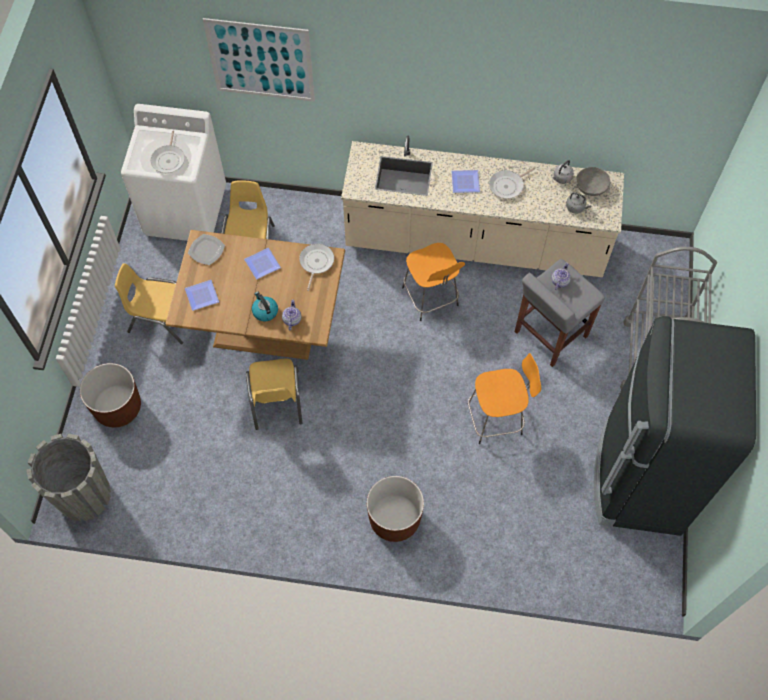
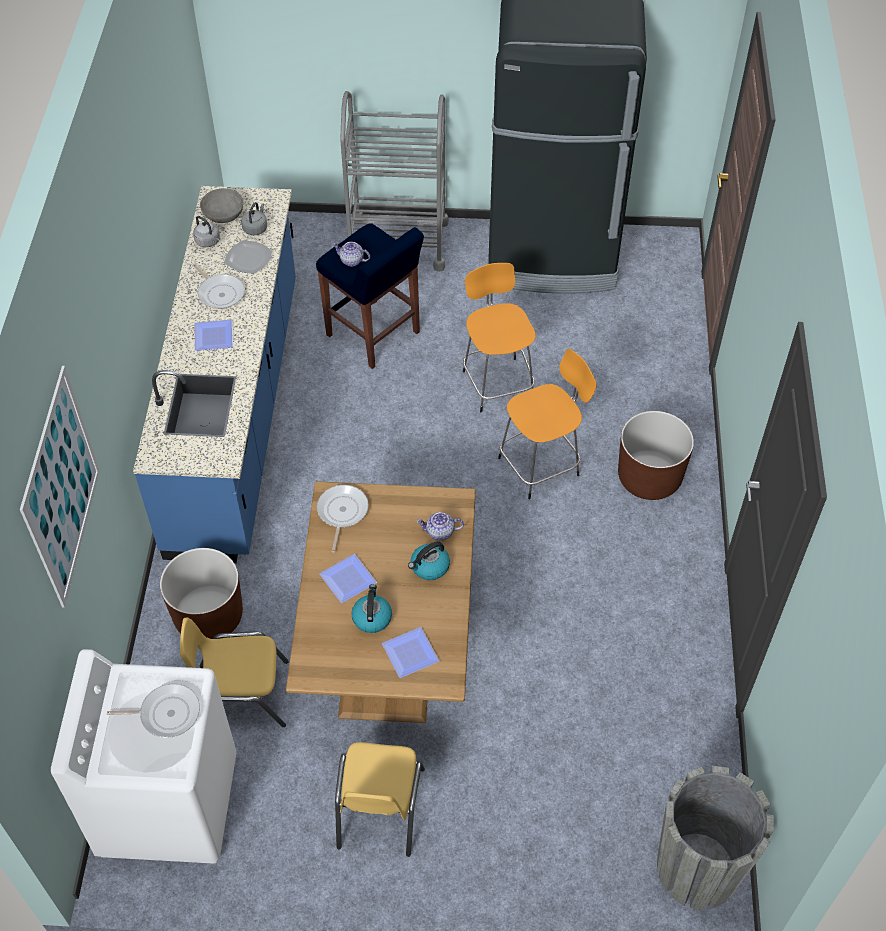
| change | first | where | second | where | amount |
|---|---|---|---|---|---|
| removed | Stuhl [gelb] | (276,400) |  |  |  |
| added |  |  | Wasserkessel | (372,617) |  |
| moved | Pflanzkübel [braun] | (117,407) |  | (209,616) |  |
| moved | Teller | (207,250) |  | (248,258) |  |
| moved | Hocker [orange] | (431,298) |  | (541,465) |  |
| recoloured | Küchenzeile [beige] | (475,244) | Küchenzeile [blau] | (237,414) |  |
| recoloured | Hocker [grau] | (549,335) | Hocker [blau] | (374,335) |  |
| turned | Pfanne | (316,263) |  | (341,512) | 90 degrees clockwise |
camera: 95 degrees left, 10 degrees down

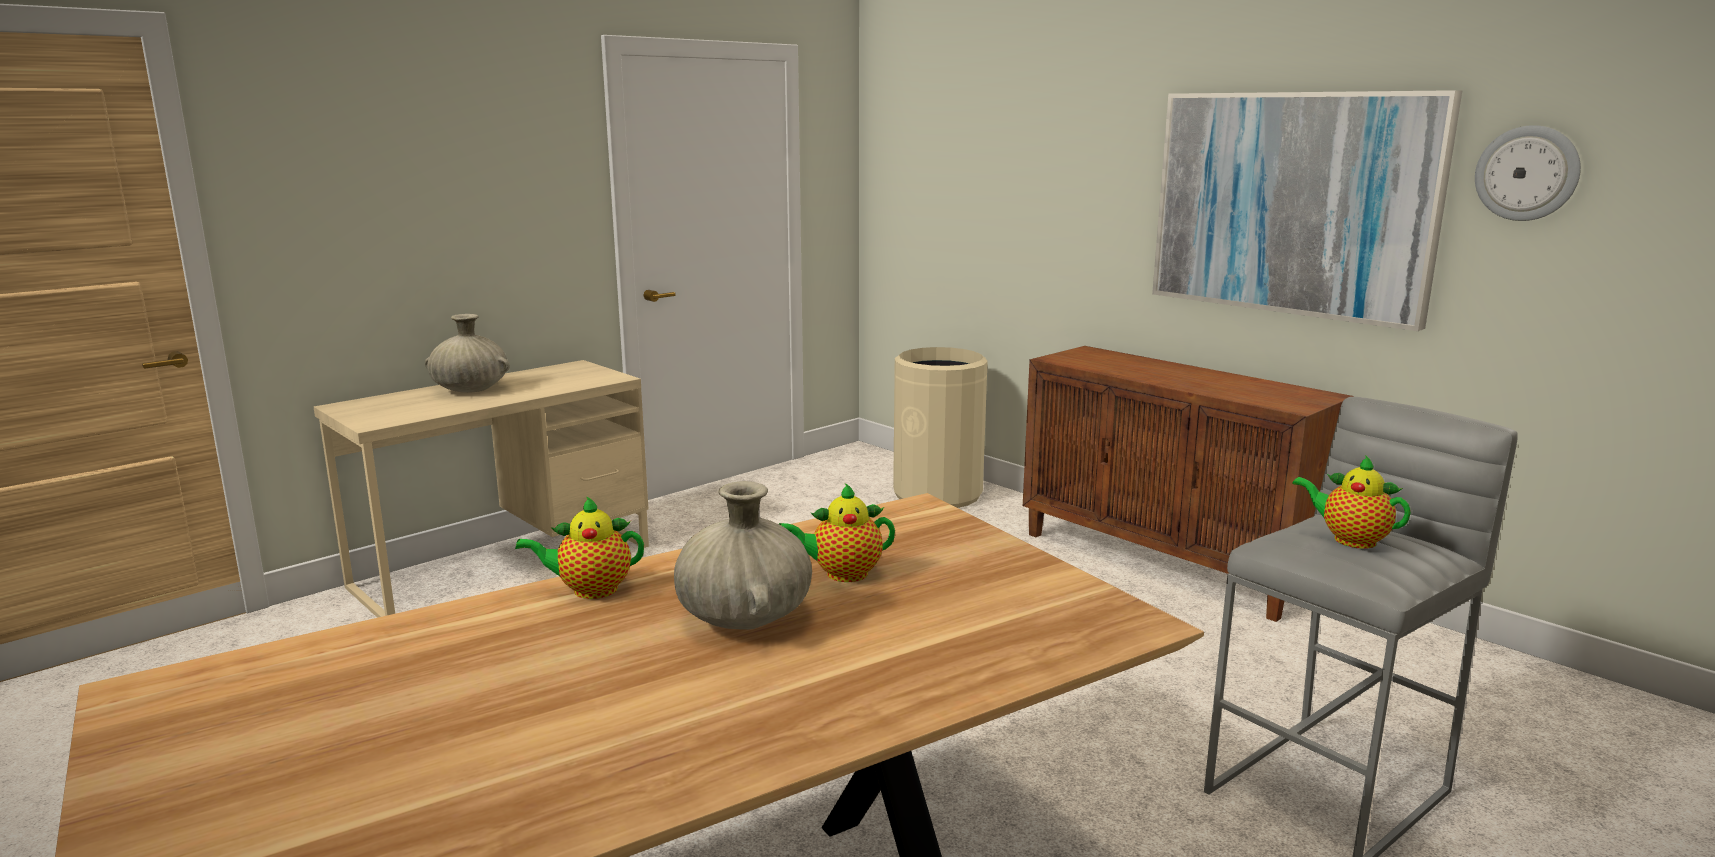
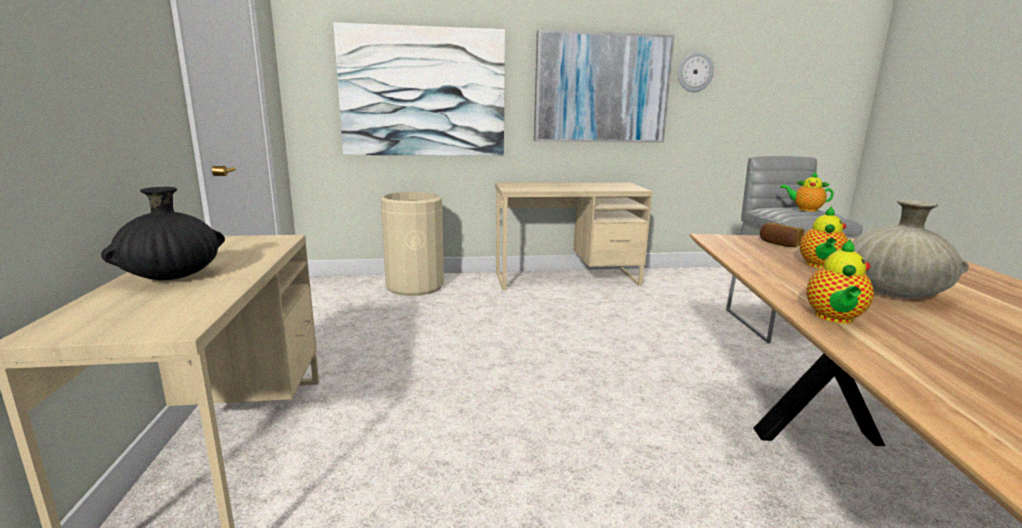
| change | first | where | second | where | amount |
|---|---|---|---|---|---|
| added |  |  | Bild | (423,93) |  |
| added |  |  | Brot | (779,244) |  |
| replaced | Schrank [braun] | (1166,562) | Schreibtisch [beige] | (566,278) |  |
| recoloured | Vase [beige] | (470,390) | Vase [schwarz] | (172,276) |  |
| turned | Teekanne | (1349,539) |  | (805,209) | 45 degrees clockwise |
camera: 55 degrees left, 0 degrees up

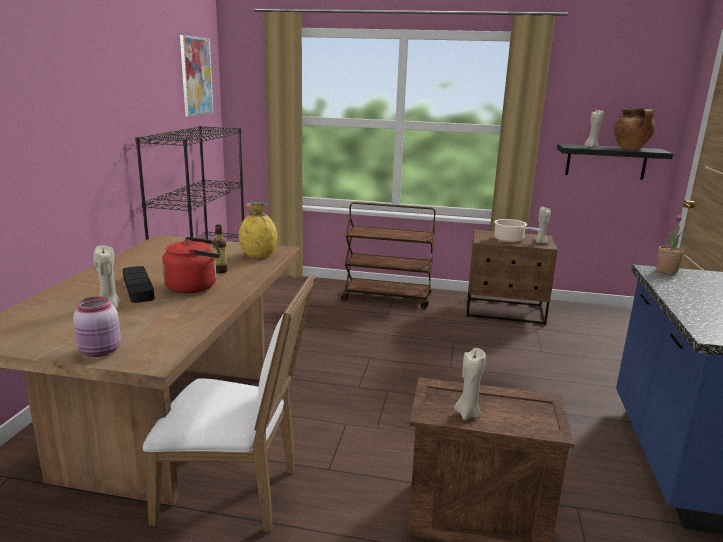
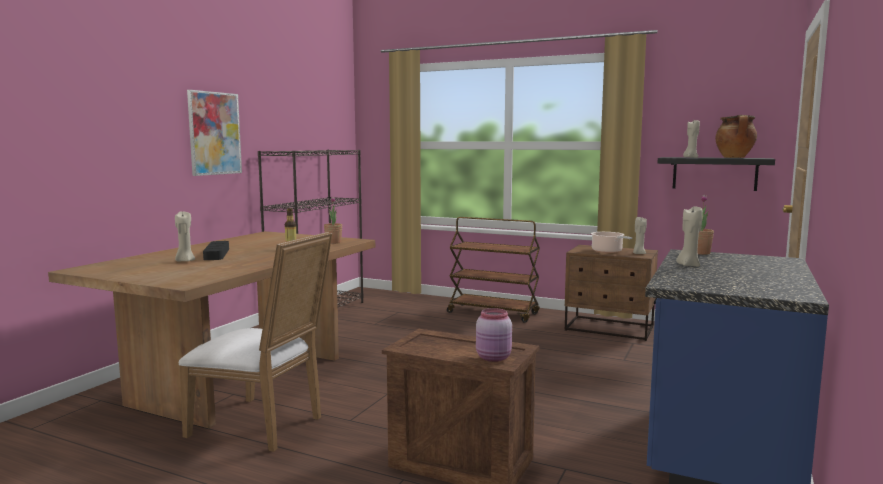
| change | first | where | second | where | amount |
|---|---|---|---|---|---|
| removed | Wasserkessel [rot] | (195,286) |  |  |  |
| moved | Vorratsglas [rosa] | (101,351) |  | (494,358) |  |
| moved | Bild | (196,76) |  | (214,133) |  |
| moved | Kerze [beige] | (467,413) |  | (688,265) |  |
| replaced | Vase [gelb] | (259,255) | Topfpflanze | (333,242) |  |
camera: 15 degrees right, 10 degrees down

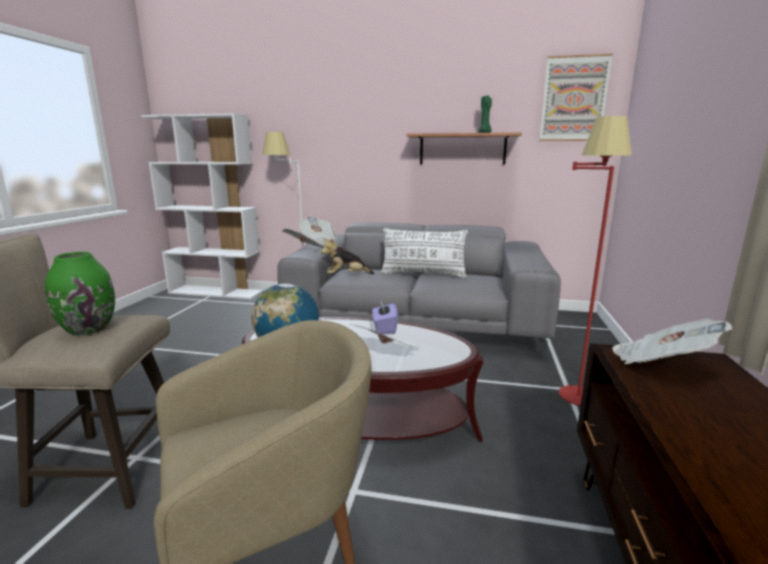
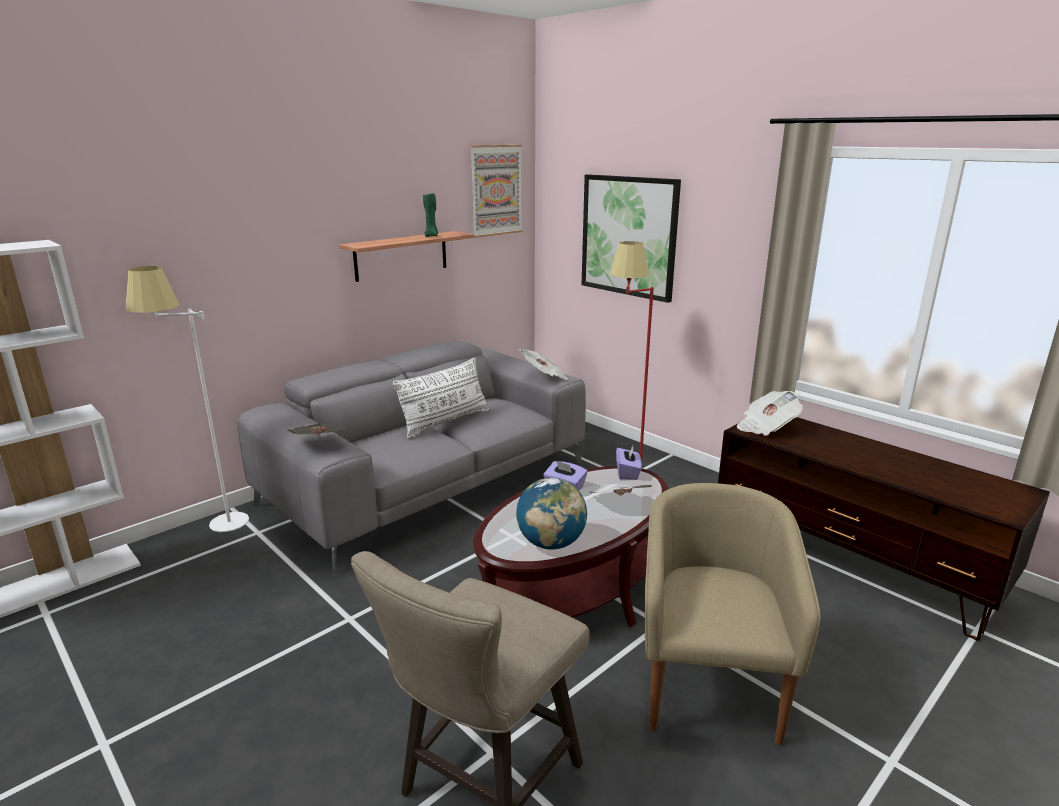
| change | first | where | second | where | amount |
|---|---|---|---|---|---|
| removed | Vase [grün] | (89,329) |  |  |  |
| removed | Plüschtier | (346,276) |  |  |  |
| added |  |  | Bild | (628,236) |  |
| added |  |  | Taschentuchbox [lila] | (627,473) |  |
| moved | Zeitung | (318,240) |  | (544,376) |  |
camera: 55 degrees left, 5 degrees up

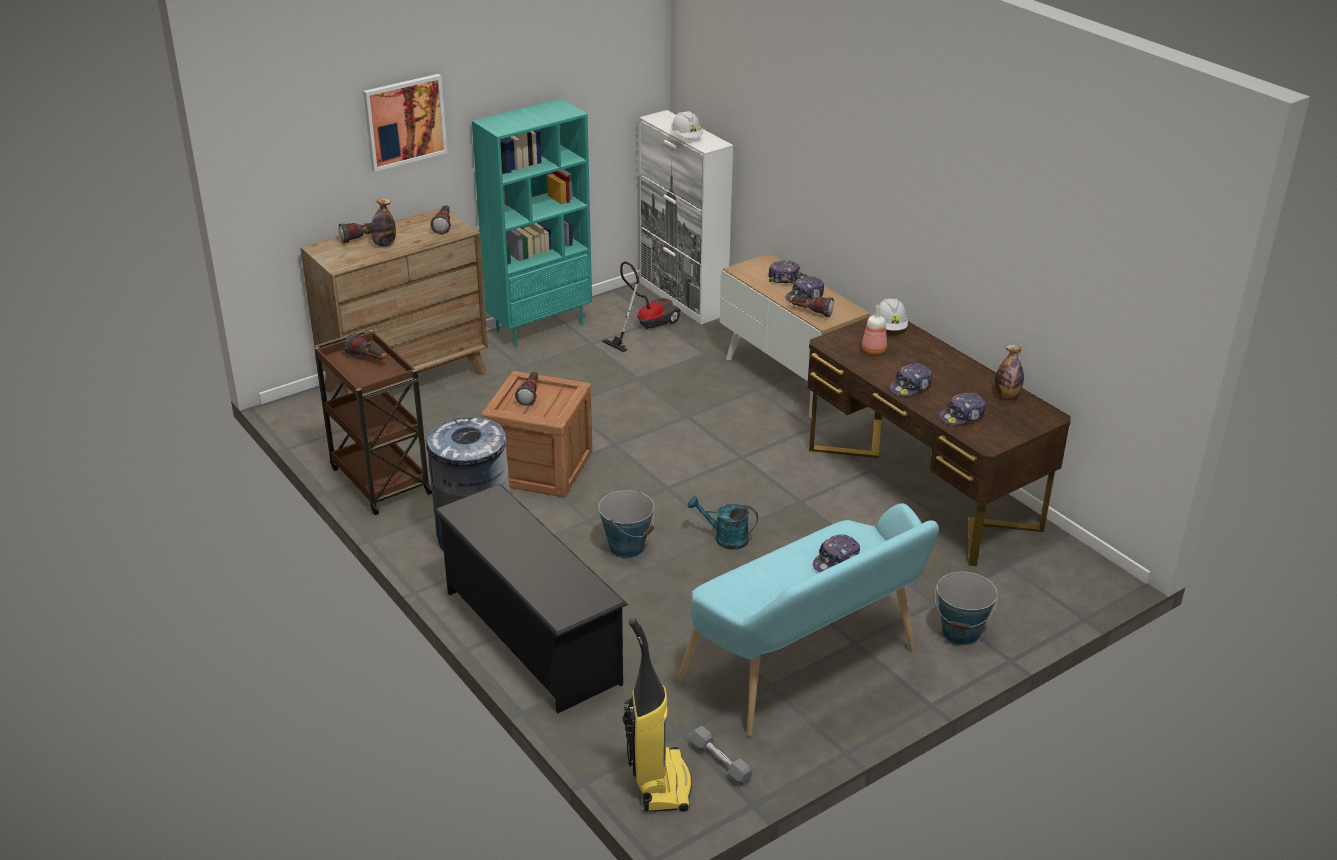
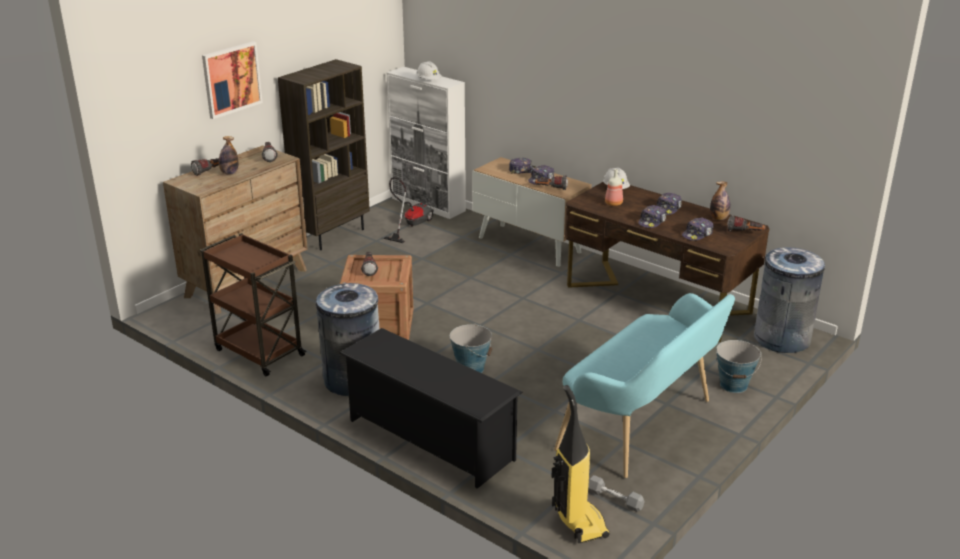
| change | first | where | second | where | amount |
|---|---|---|---|---|---|
| removed | Gießkanne [türkis] | (725,538) |  |  |  |
| added |  |  | Mülleimer [grau] | (781,338) |  |
| moved | Taschenlampe | (368,359) |  | (745,233) |  |
| moved | Kappe | (836,562) |  | (668,209) |  |
| recoloured | Bücherregal [türkis] | (540,327) | Bücherregal [braun] | (332,235) |  |
camera: 15 degrees left, 5 degrees down

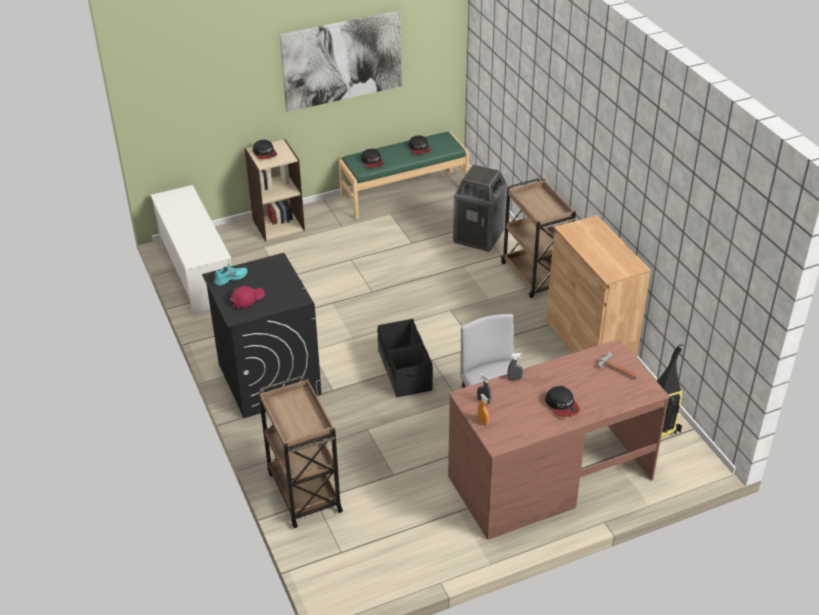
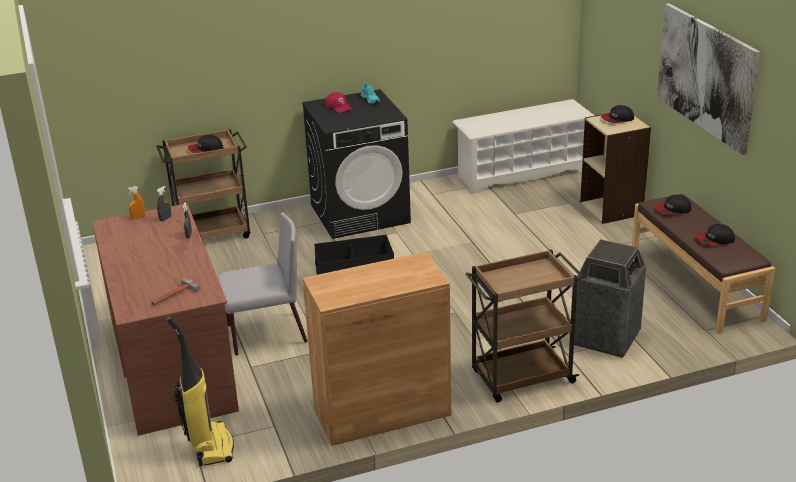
| change | first | where | second | where | amount |
|---|---|---|---|---|---|
| moved | Kappe | (562,405) |  | (205,149) |  |
| recoloured | Bank [grün] | (404,193) | Bank [braun] | (696,285) |  |
camera: 95 degrees right, 10 degrees down

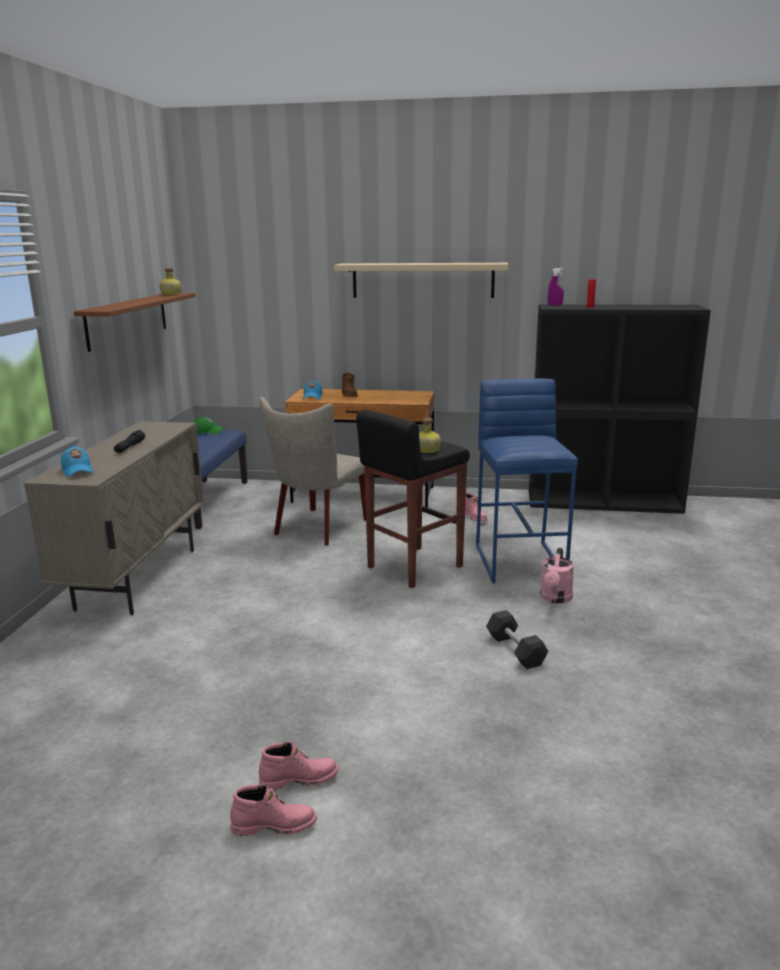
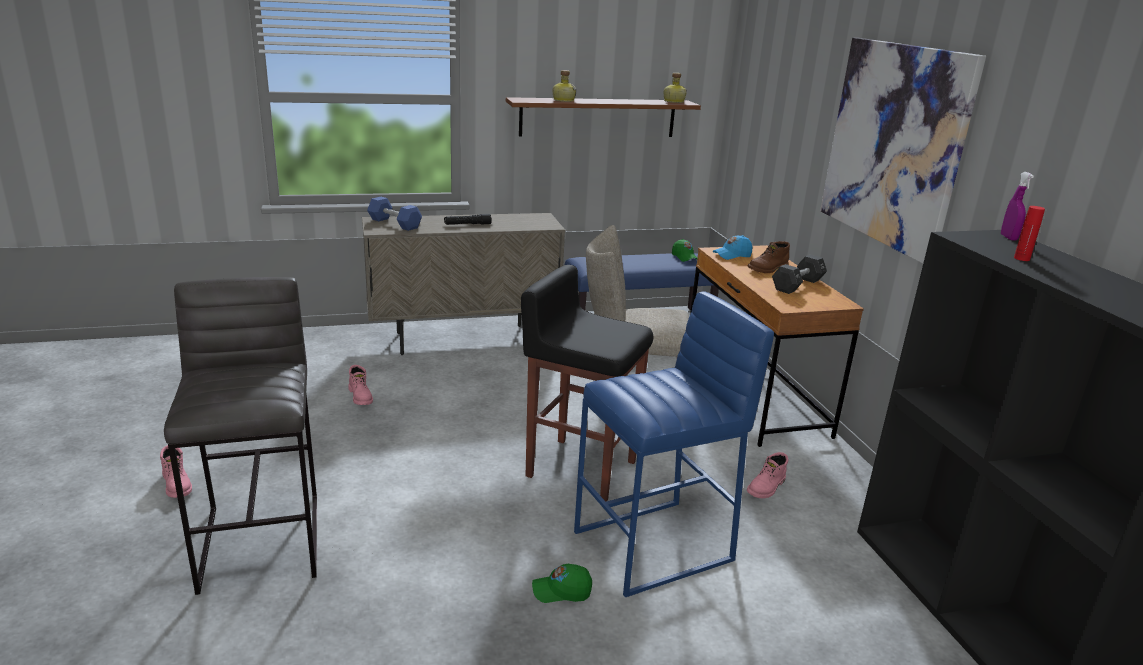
| change | first | where | second | where | amount |
|---|---|---|---|---|---|
| added |  |  | Hocker [grau] | (263,540) |  |
| moved | Stiefel [rosa] | (274,825) |  | (361,397) |  |
| moved | Flasche | (426,450) |  | (563,100) |  |
| moved | Hantel [schwarz] | (515,650) |  | (797,285) |  |
| replaced | Kappe [blau] | (77,471) | Hantel [blau] | (394,223) |  |
| replaced | Wandregal [beige] | (422,280) | Bild | (894,145) |  |
| replaced | Gießkanne [rosa] | (555,598) | Kappe [grün] | (561,591) |  |
camera: 65 degrees right, 5 degrees up

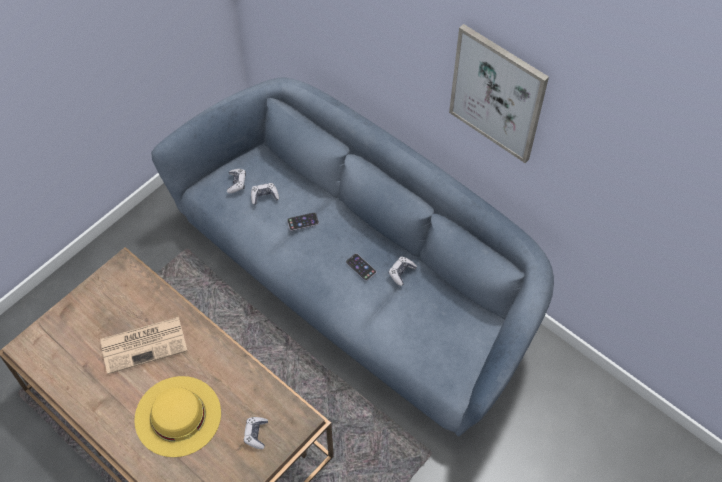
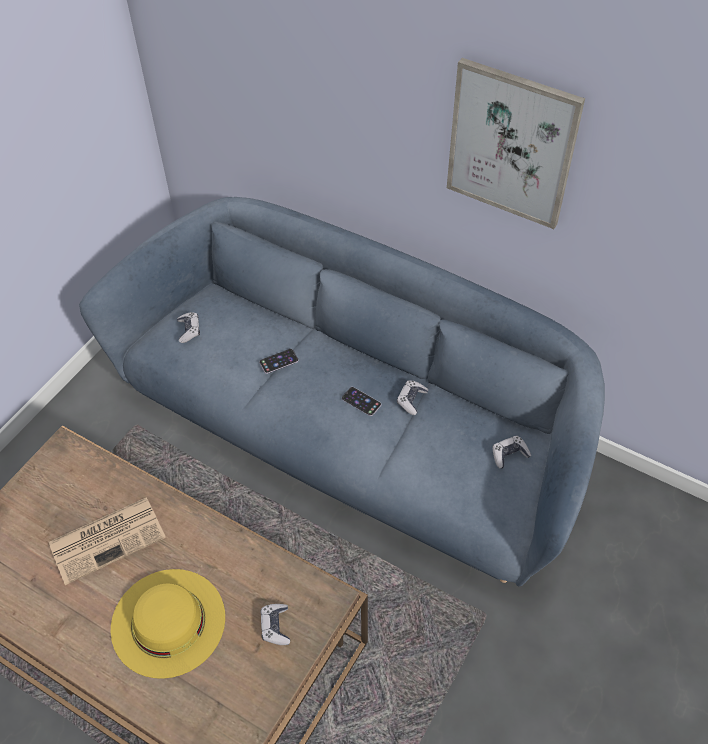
| change | first | where | second | where | amount |
|---|---|---|---|---|---|
| moved | Gamepad | (264,196) |  | (509,455) |  |
camera: 10 degrees left, 5 degrees down

